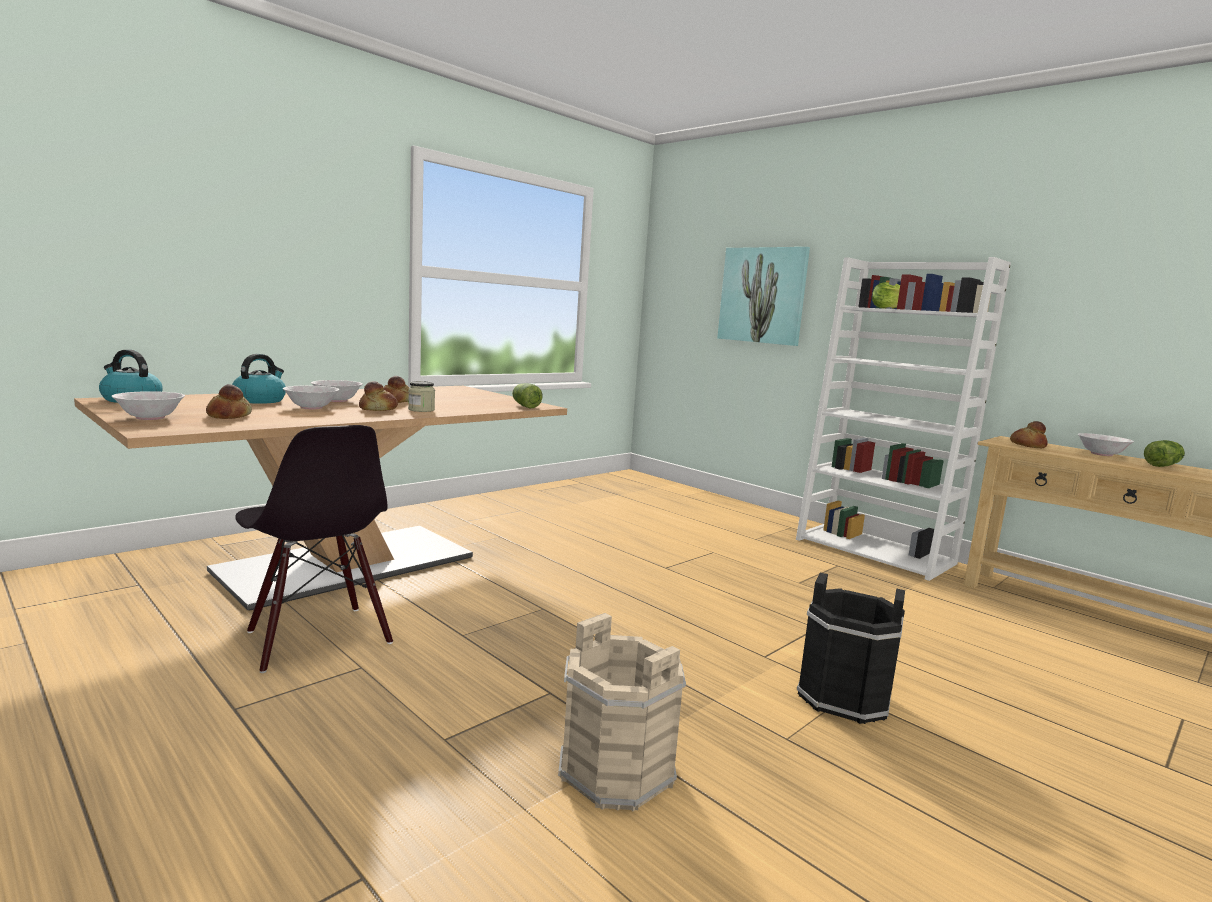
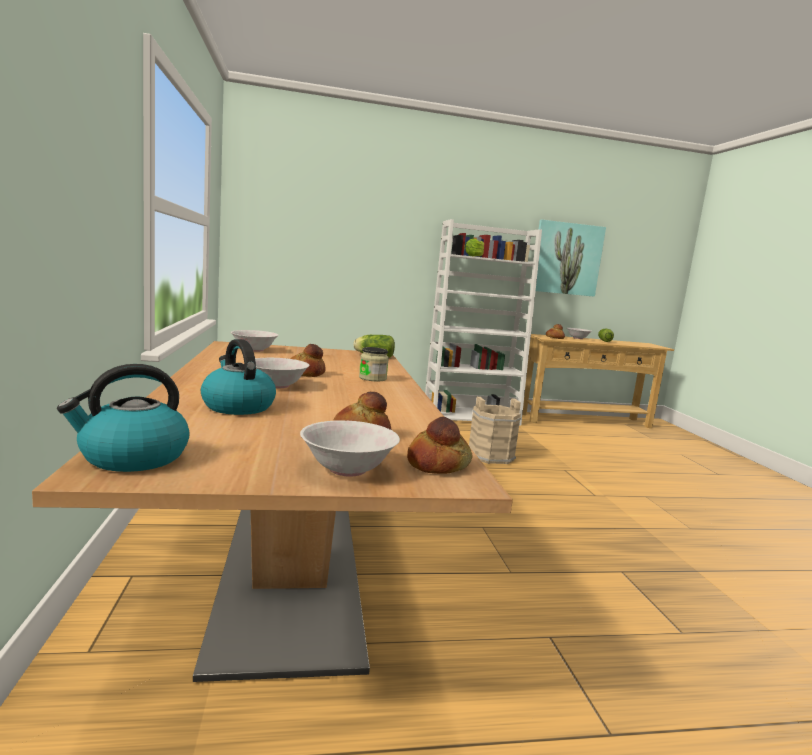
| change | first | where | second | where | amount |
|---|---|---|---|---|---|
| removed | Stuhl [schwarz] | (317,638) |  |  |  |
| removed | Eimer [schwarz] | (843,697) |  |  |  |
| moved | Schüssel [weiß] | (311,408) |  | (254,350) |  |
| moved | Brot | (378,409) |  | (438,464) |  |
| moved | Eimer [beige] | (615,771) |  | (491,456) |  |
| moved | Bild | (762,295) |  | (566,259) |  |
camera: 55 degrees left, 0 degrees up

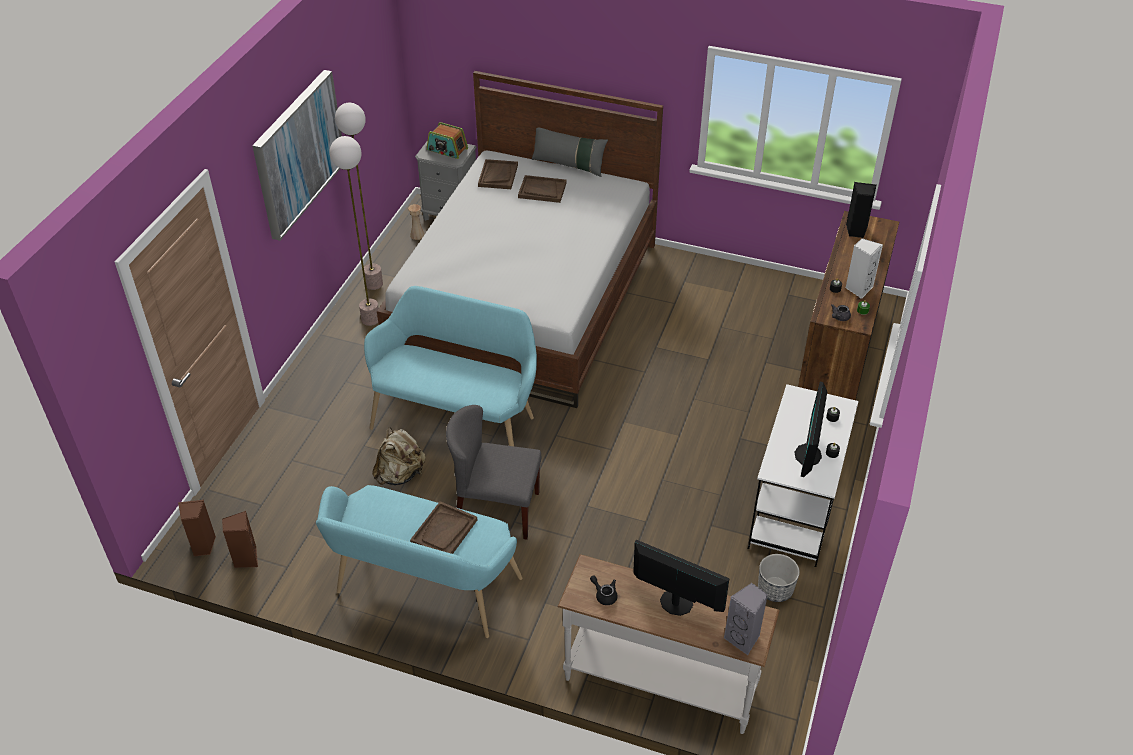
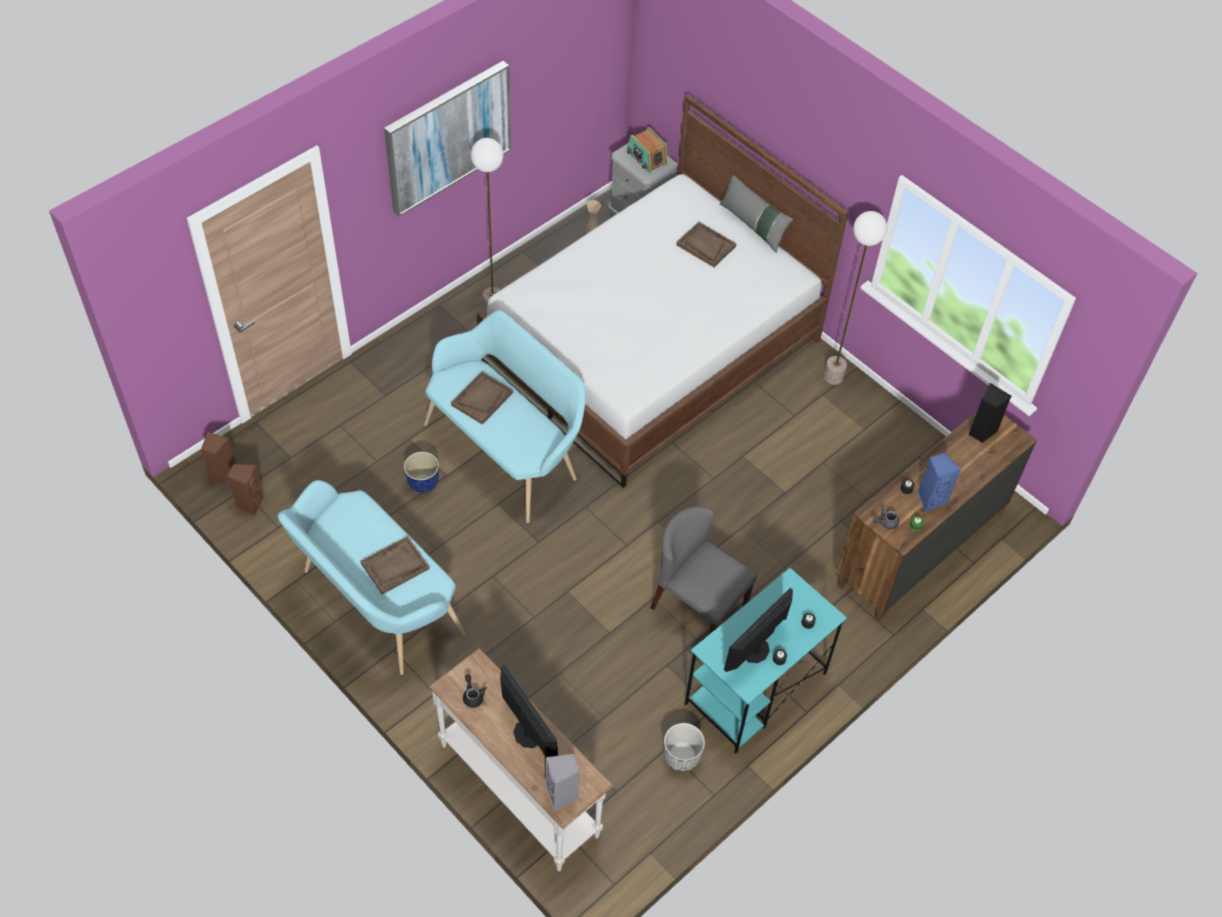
| change | first | where | second | where | amount |
|---|---|---|---|---|---|
| moved | Stehlampe | (374,283) |  | (833,376) |  |
| moved | Stuhl [grau] | (496,510) |  | (698,607) |  |
| moved | Tablett [braun] | (498,175) |  | (482,398) |  |
| replaced | Rucksack [beige] | (400,474) | Pflanzkübel | (423,483) |  |
| recoloured | Schreibtisch [weiß] | (794,511) | Schreibtisch [türkis] | (755,689) |  |
| recoloured | Lautsprecher [weiß] | (858,288) | Lautsprecher [blau] | (930,499) |  |
camera: 25 degrees right, 10 degrees up

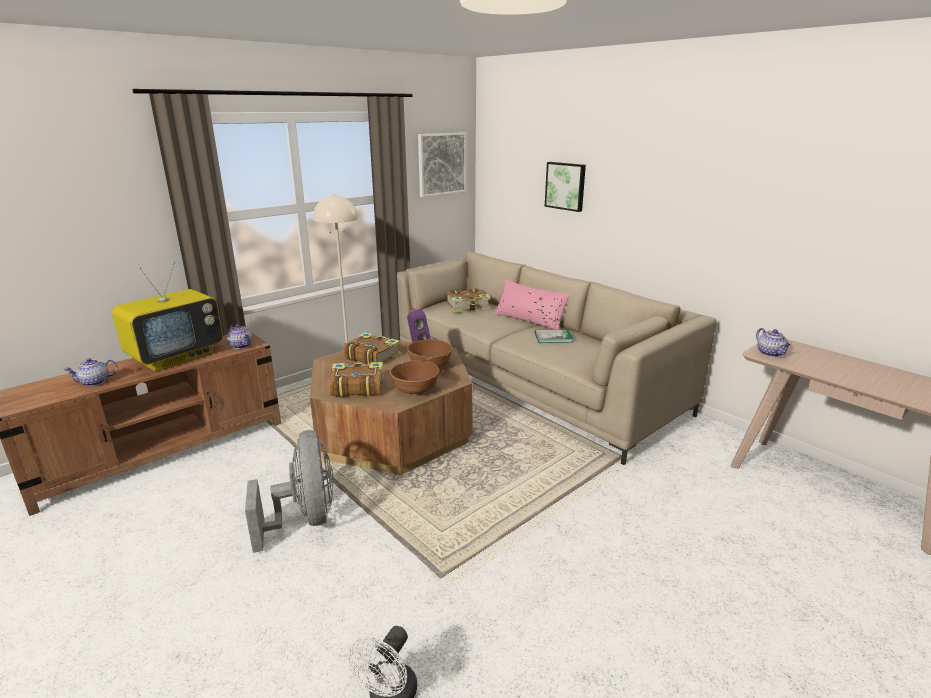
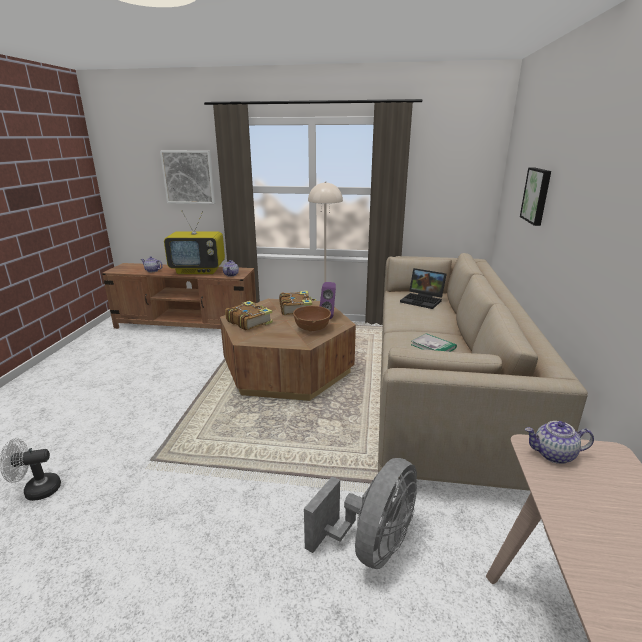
| change | first | where | second | where | amount |
|---|---|---|---|---|---|
| removed | Schüssel [braun] | (415,390) |  |  |  |
| removed | Kissen [rosa] | (529,320) |  |  |  |
| moved | Ventilator [grau] | (305,519) |  | (371,545) |  |
| moved | Bild | (442,164) |  | (188,177) |  |
| replaced | Buch | (468,307) | Laptop | (423,300) |  |
| turned | Teekanne | (770,353) |  | (553,455) | 60 degrees clockwise |
camera: 50 degrees right, 0 degrees up

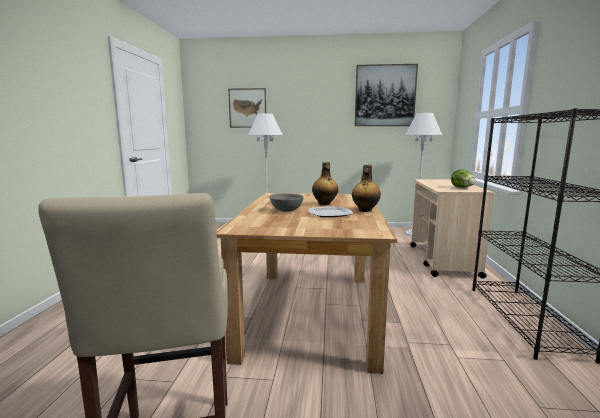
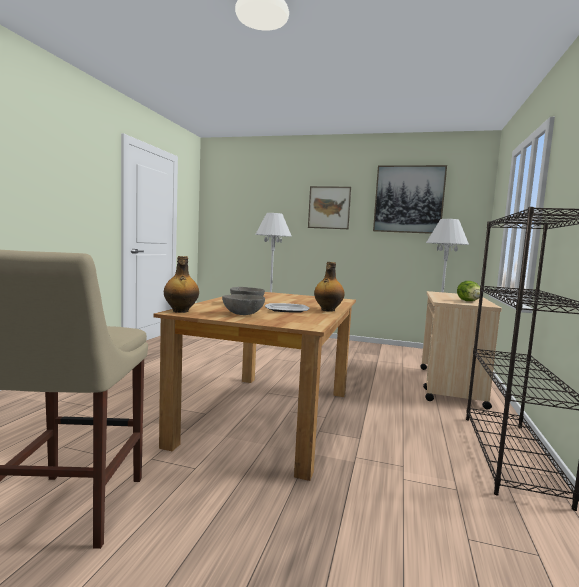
| change | first | where | second | where | amount |
|---|---|---|---|---|---|
| added |  |  | Schüssel [grau] | (243,314) |  |
| moved | Bild | (247,108) |  | (329,207) |  |
| moved | Flasche | (324,204) |  | (180,311) |  |
camera: 10 degrees right, 5 degrees down

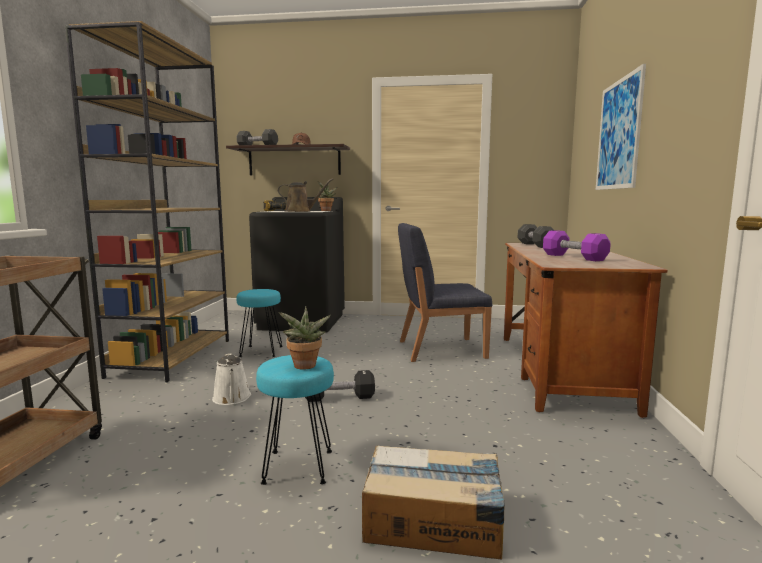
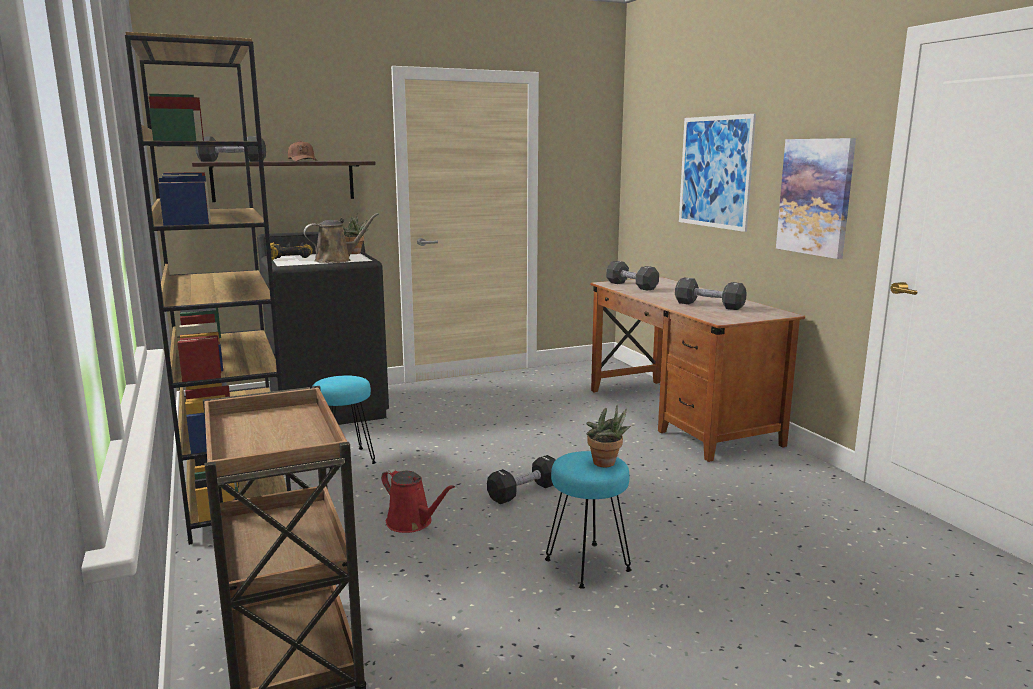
| change | first | where | second | where | amount |
|---|---|---|---|---|---|
| removed | Karton | (433,521) |  |  |  |
| removed | Stuhl [blau] | (440,349) |  |  |  |
| added |  |  | Bild | (815,197) |  |
| recoloured | Gießkanne [weiß] | (232,399) | Gießkanne [rot] | (412,523) |  |
| recoloured | Hantel [lila] | (574,257) | Hantel [schwarz] | (709,305) |  |
camera: 30 degrees left, 5 degrees up

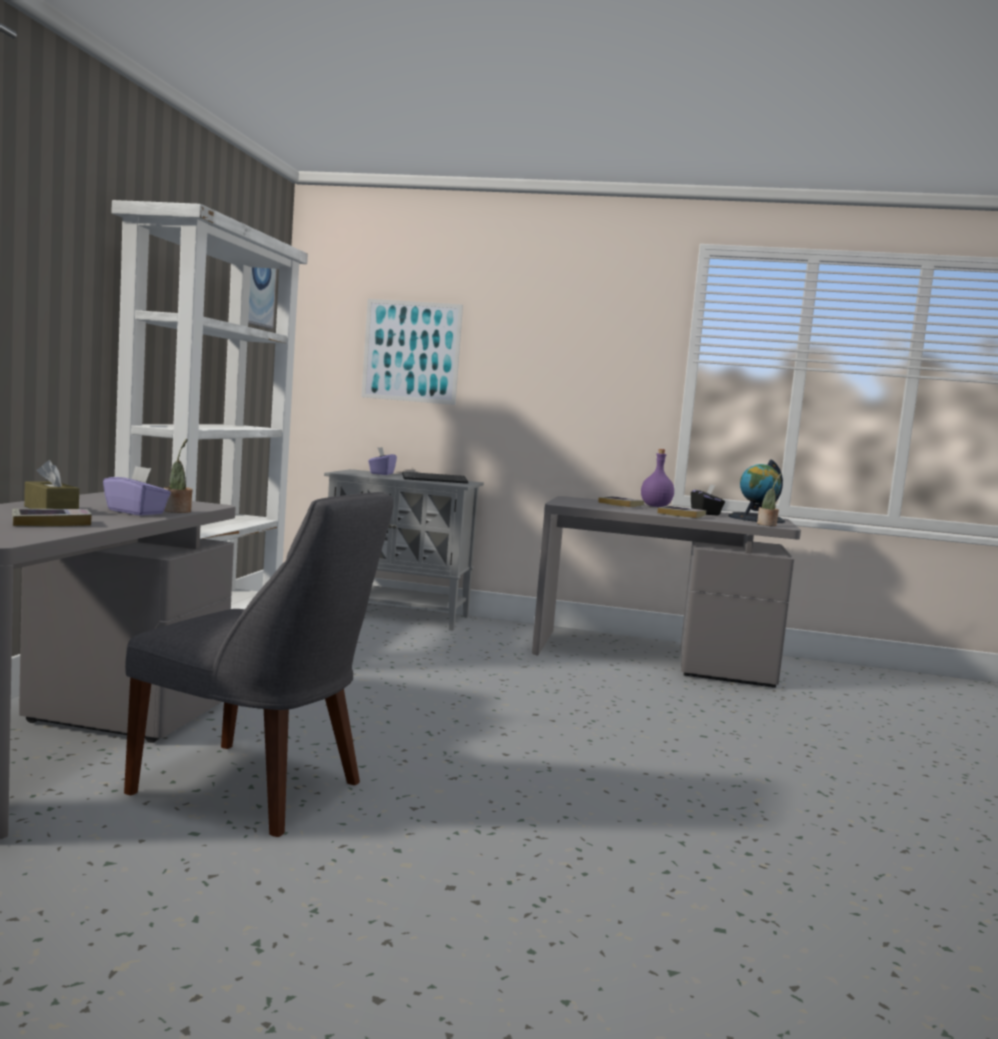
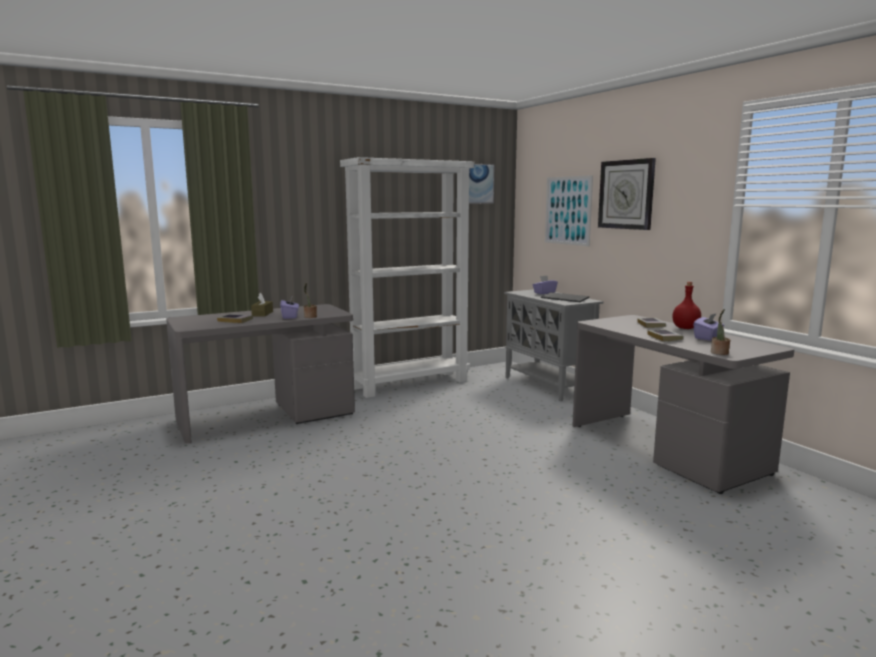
| change | first | where | second | where | amount |
|---|---|---|---|---|---|
| removed | Stuhl [grau] | (256,790) |  |  |  |
| removed | Globus | (756,519) |  |  |  |
| added |  |  | Wanduhr | (626,194) |  |
| recoloured | Flasche [lila] | (655,506) | Flasche [rot] | (685,328) |  |
| recoloured | Taschentuchbox [schwarz] | (706,513) | Taschentuchbox [lila] | (707,338) |  |
camera: 50 degrees right, 5 degrees up

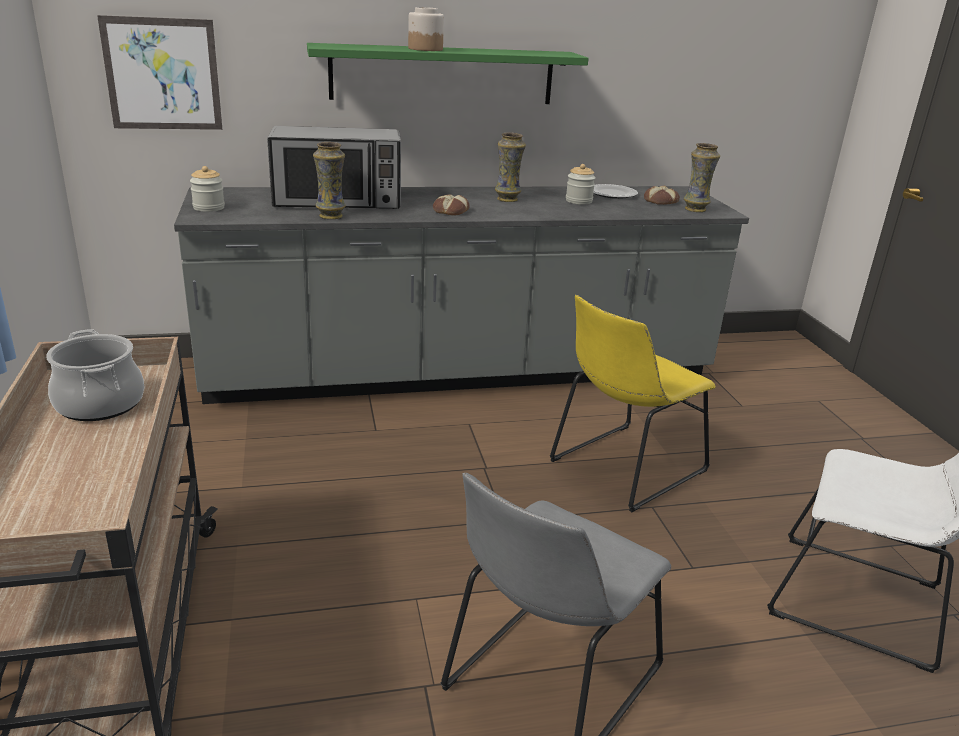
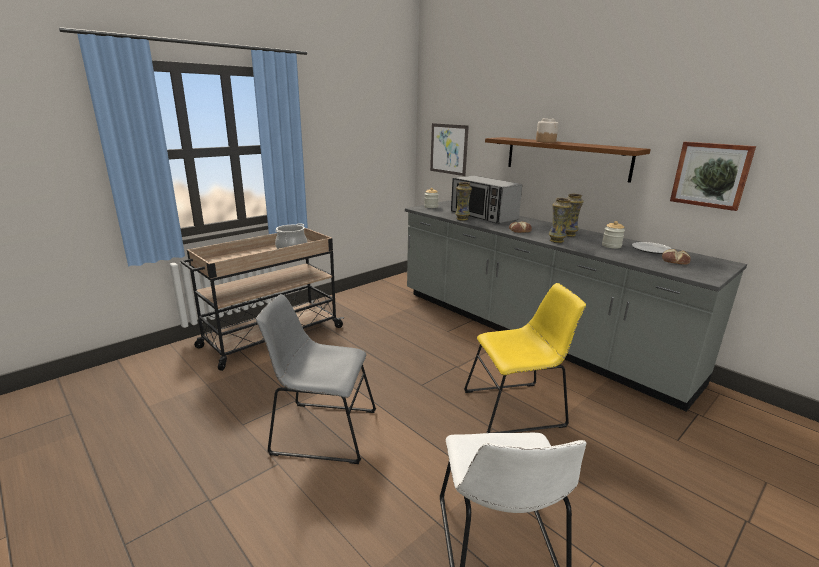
| change | first | where | second | where | amount |
|---|---|---|---|---|---|
| added |  |  | Bild | (711,175) |  |
| moved | Vase | (696,209) |  | (556,241) |  |
| recoloured | Wandregal [grün] | (443,74) | Wandregal [braun] | (566,158) |  |
| turned | Stuhl [gelb] | (623,468) |  | (517,408) | 150 degrees clockwise |
camera: 60 degrees right, 5 degrees down

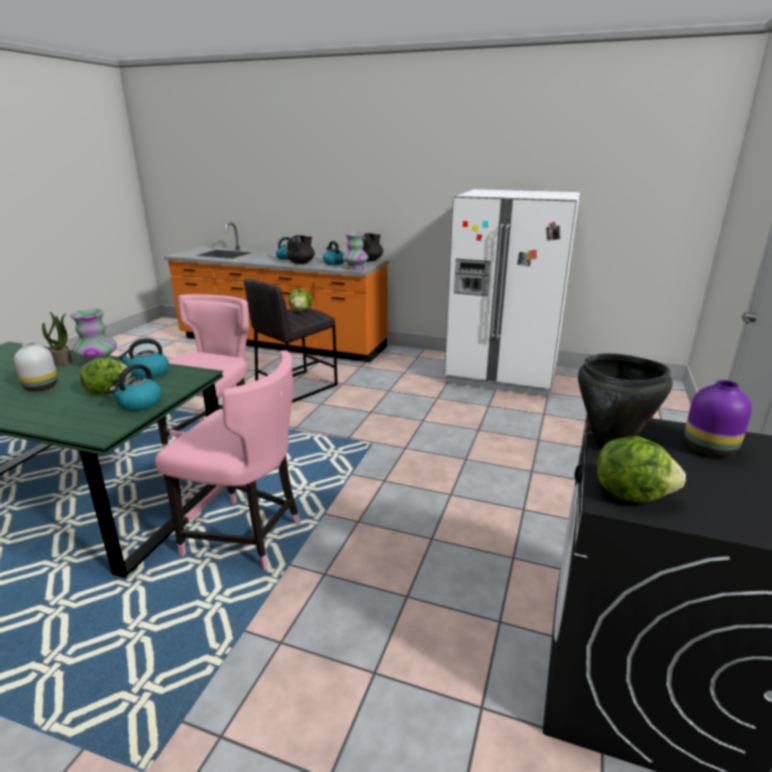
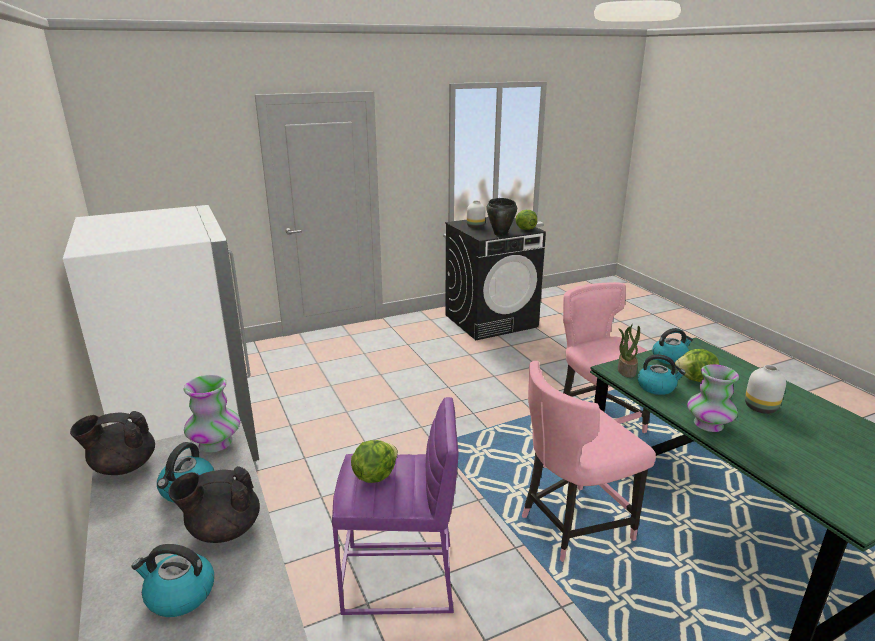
| change | first | where | second | where | amount |
|---|---|---|---|---|---|
| moved | Topfpflanze | (62,361) |  | (626,370) |  |
| recoloured | Hocker [grau] | (295,387) | Hocker [lila] | (400,578) |  |
| recoloured | Vase [lila] | (710,449) | Vase [weiß] | (476,226) |  |
camera: 135 degrees left, 0 degrees up

